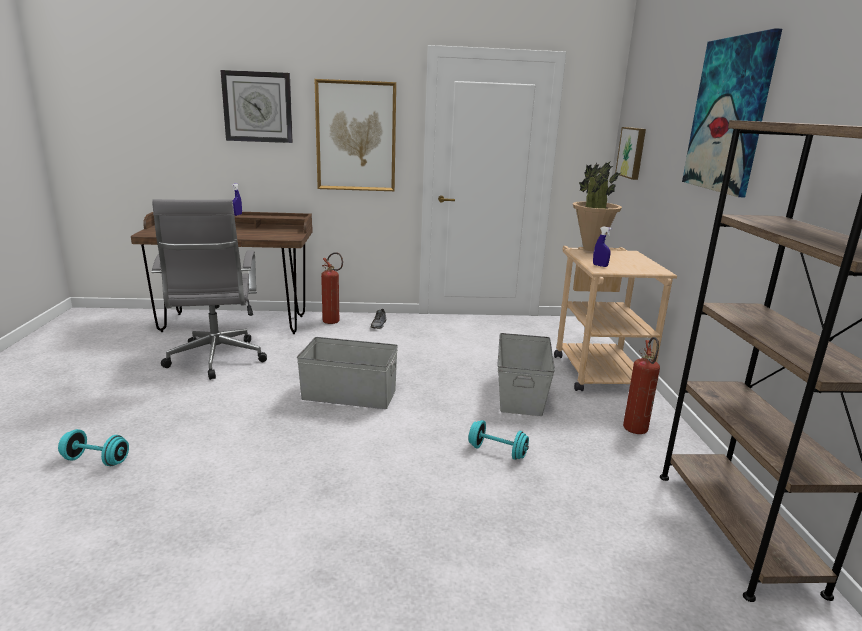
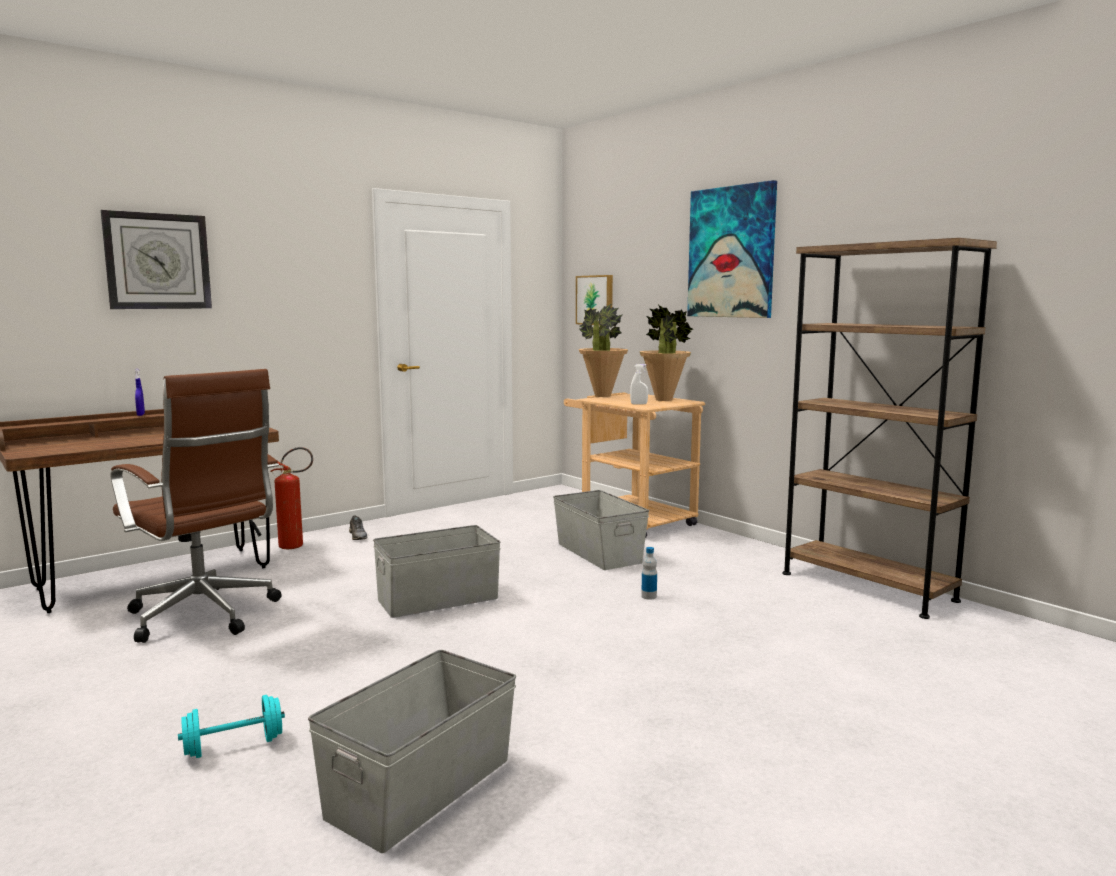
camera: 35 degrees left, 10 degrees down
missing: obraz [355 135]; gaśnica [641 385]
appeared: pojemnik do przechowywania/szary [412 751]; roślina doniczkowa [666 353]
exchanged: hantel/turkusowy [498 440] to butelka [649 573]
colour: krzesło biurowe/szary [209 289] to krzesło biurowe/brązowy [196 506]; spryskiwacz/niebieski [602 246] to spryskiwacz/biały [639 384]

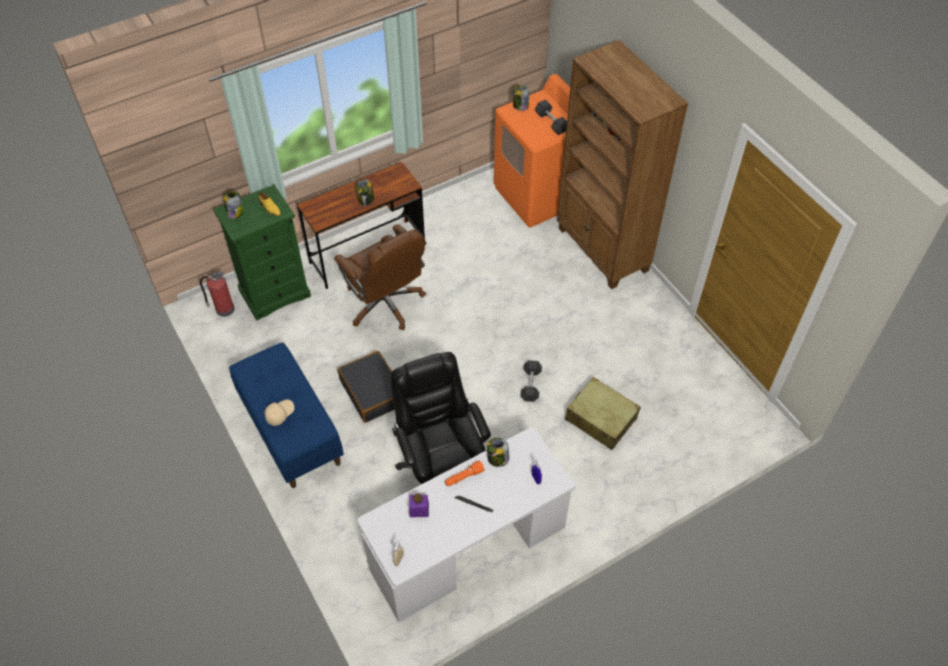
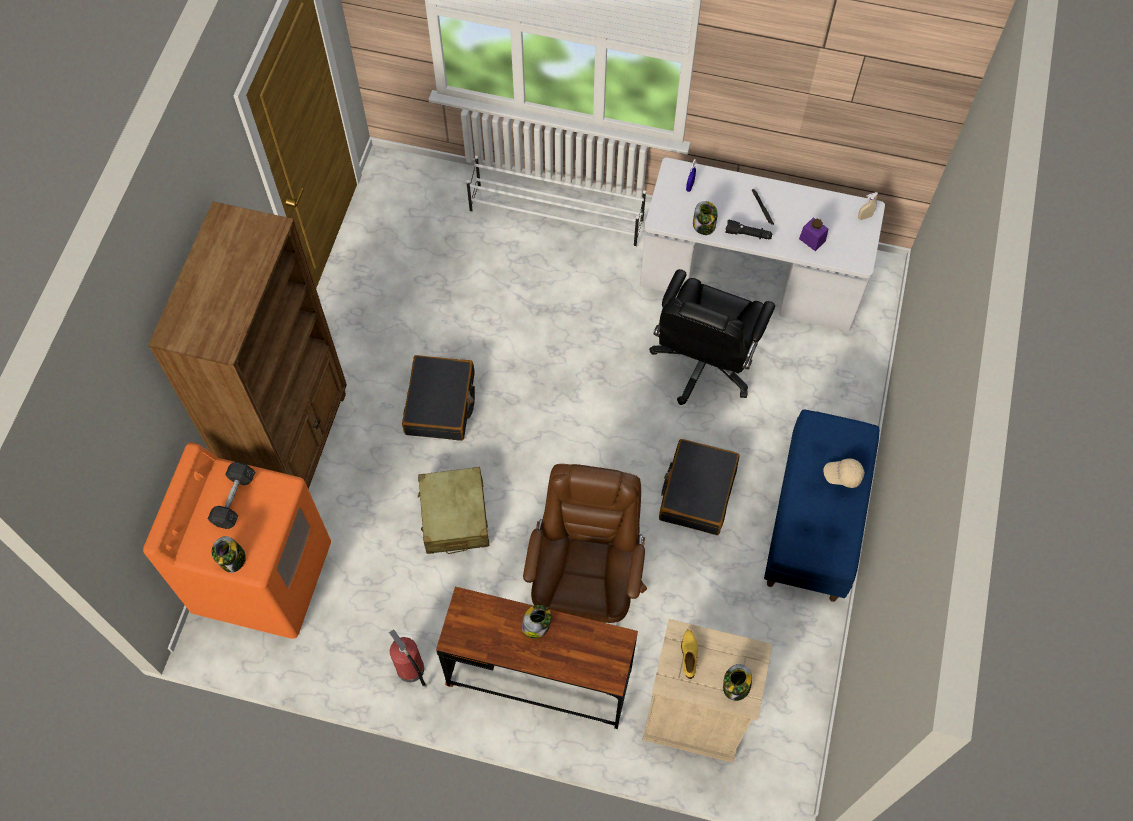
camera: 135 degrees left, 10 degrees up
missing: hantel/szary [531 381]
appeared: walizka/czarny [438 398]; regał na buty/biały [556 202]
relocated: gaśnica [217 294] to [408 659]; walizka/beżowy [603 413] to [453 510]
colour: komoda/zielony [262 252] to komoda/beżowy [707 691]; latarka/pomarańczowy [465 473] to latarka/czarny [749 230]

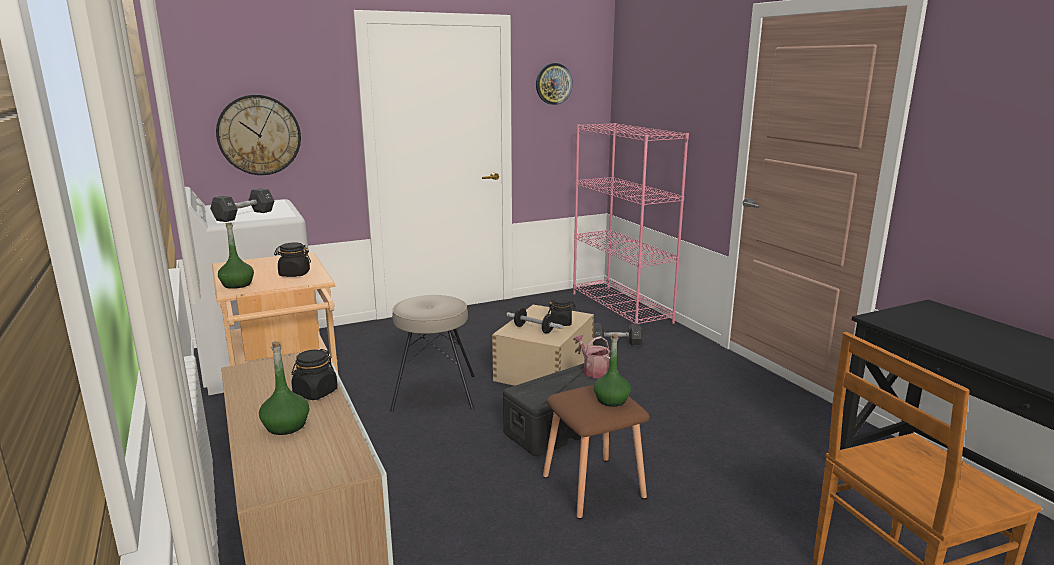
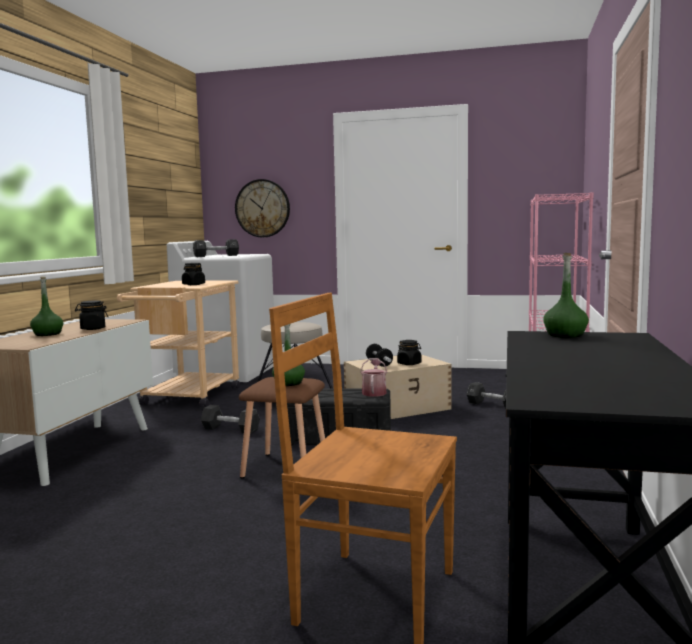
camera: 40 degrees right, 10 degrees down
missing: zegar ścienny [554 84]
appeared: hantel/czarny [230 419]
relocated: butelka/zielony [236 256] to [566 295]

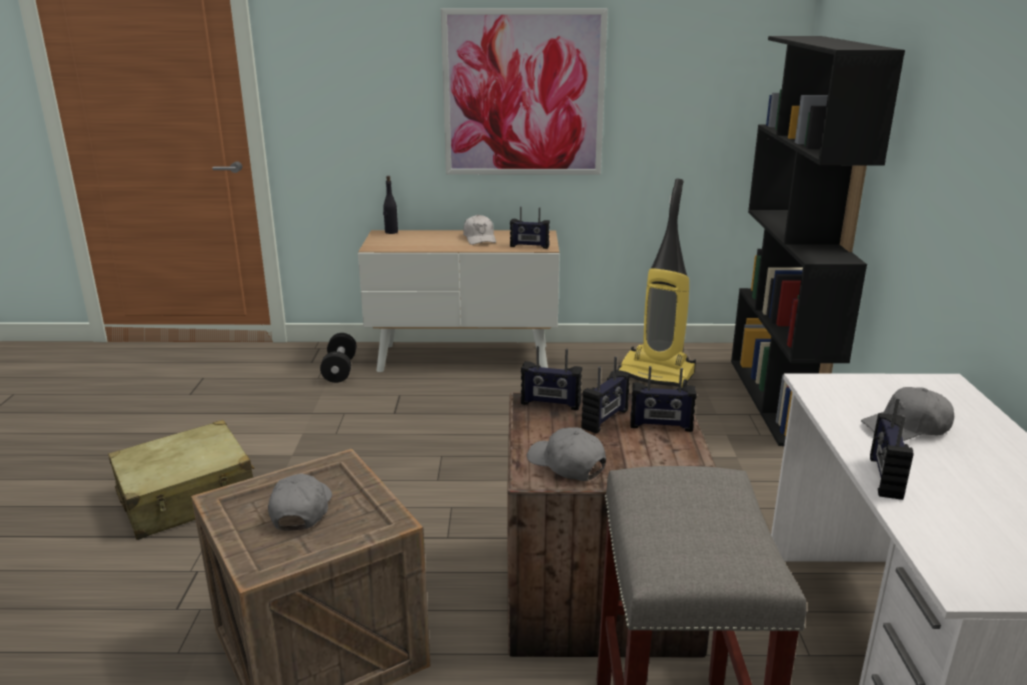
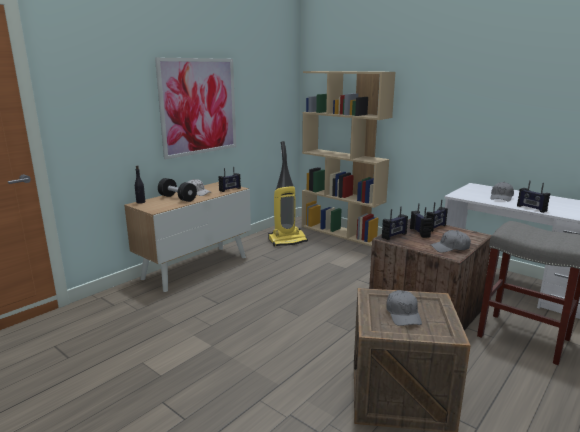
camera: 50 degrees left, 5 degrees down
missing: walizka/beżowy [181 480]
relocated: hantel/czarny [338 358] to [177 190]
colour: regał/czarny [818 241] to regał/beżowy [349 159]
spun: czapka z daszkiem/szary [300 502] = [404 308] 135 degrees counterclockwise

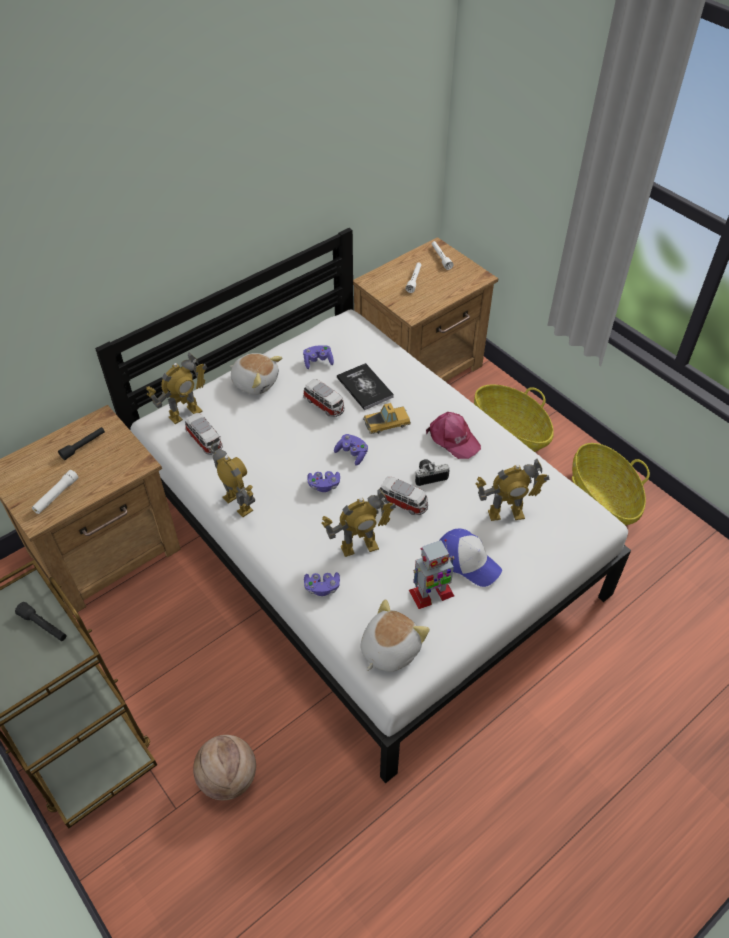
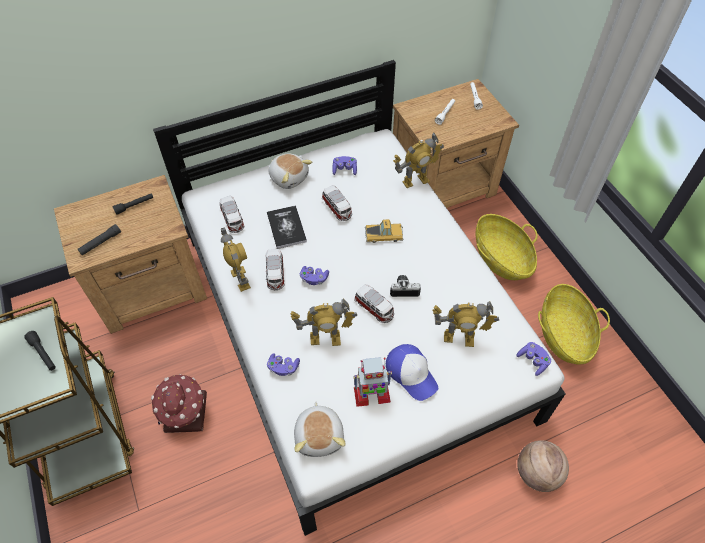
camera: 15 degrees right, 5 degrees up
missing: czapka z daszkiem/różowy [453 435]
appeared: domek [179 403]; samochodzik [275 269]
relocated: książka [365 386] to [287 227]; robot zabawkowy [176 388] to [418 160]; pad do gier/fioletowy [351 450] to [533 359]; piłka do koszykówki [224 767] to [543 466]
colour: latarka/biały [55 492] to latarka/czarny [99 240]
spun: pluszak [395 635] = [320 429] 120 degrees clockwise

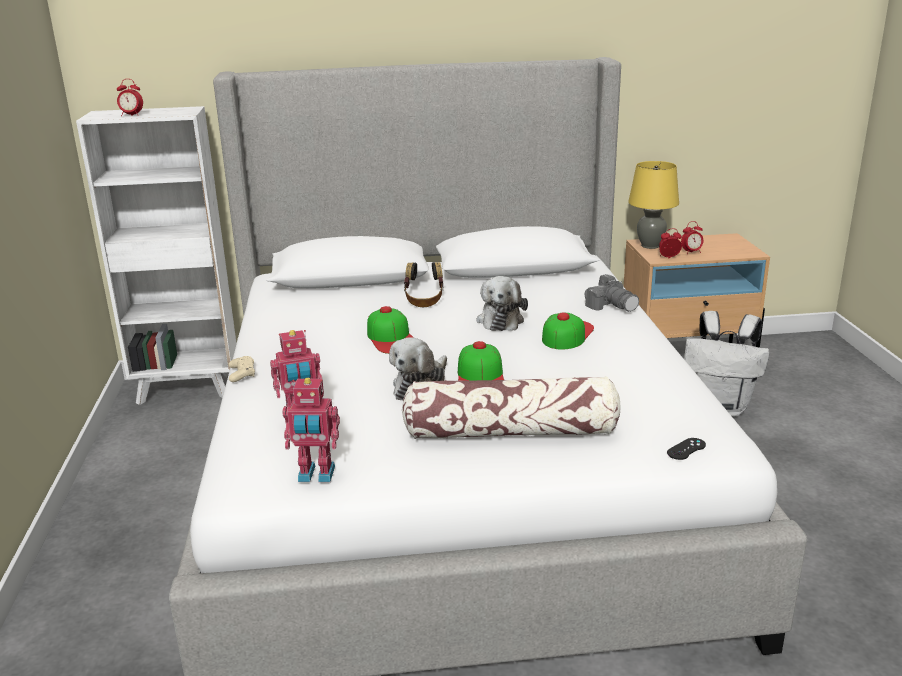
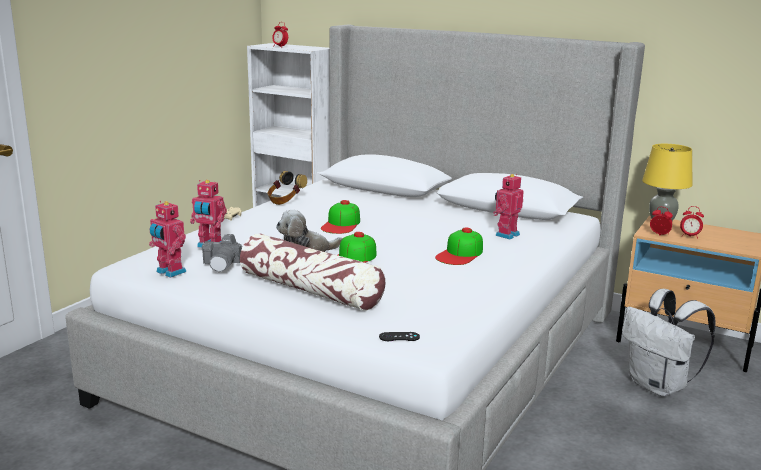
camera: 35 degrees right, 5 degrees down
missing: pluszak [502 303]
appeared: robot zabawkowy [508 206]
relocated: aparat fotograficzny [611 293] to [222 253]; słuchawki [423 284] to [287 188]
spun: czapka z daszkiem [568 331] = [459 246] 150 degrees clockwise

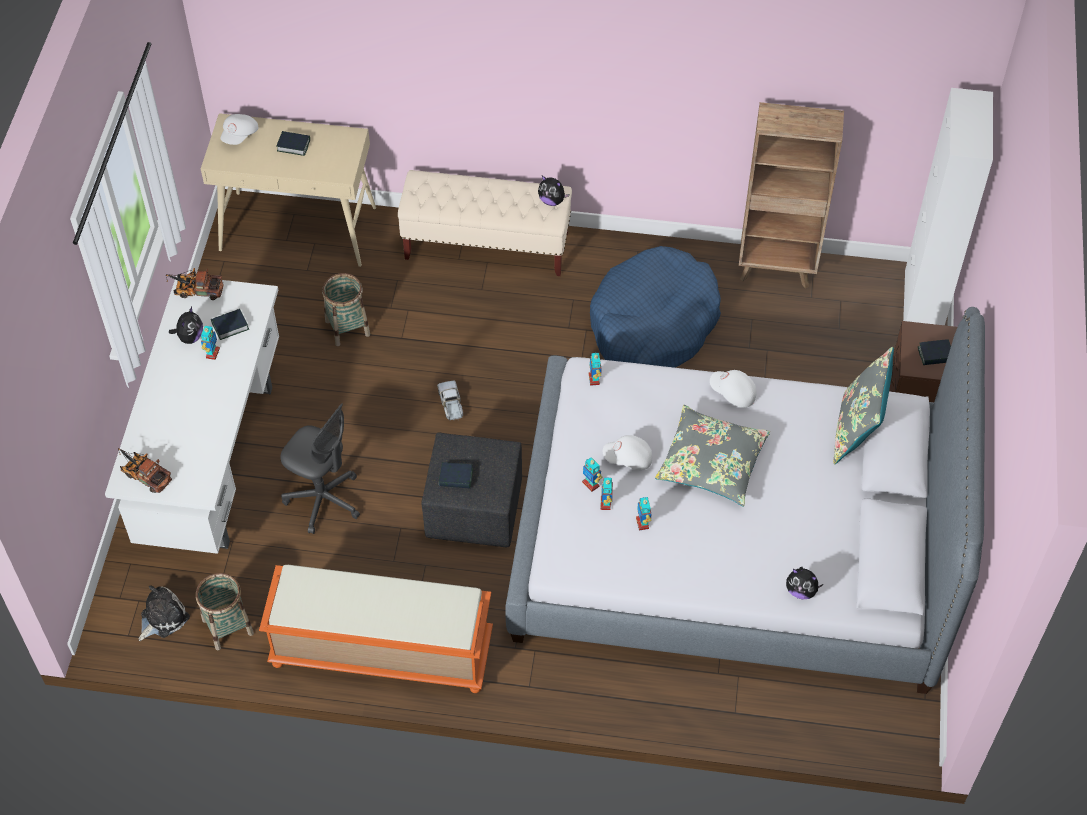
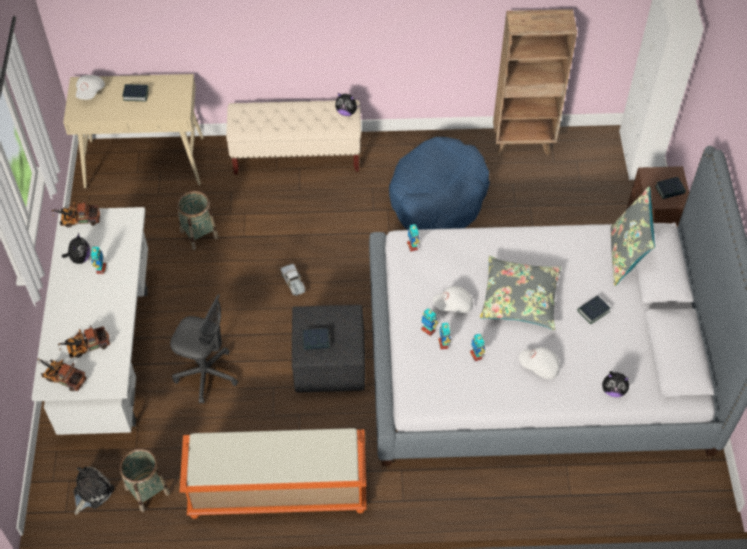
camera: 10 degrees left, 0 degrees up
appeared: ciężarówka zabawkowa [84 341]
relocated: czapka z daszkiem/biały [733 389] to [539 363]; książka [230 324] to [594 310]

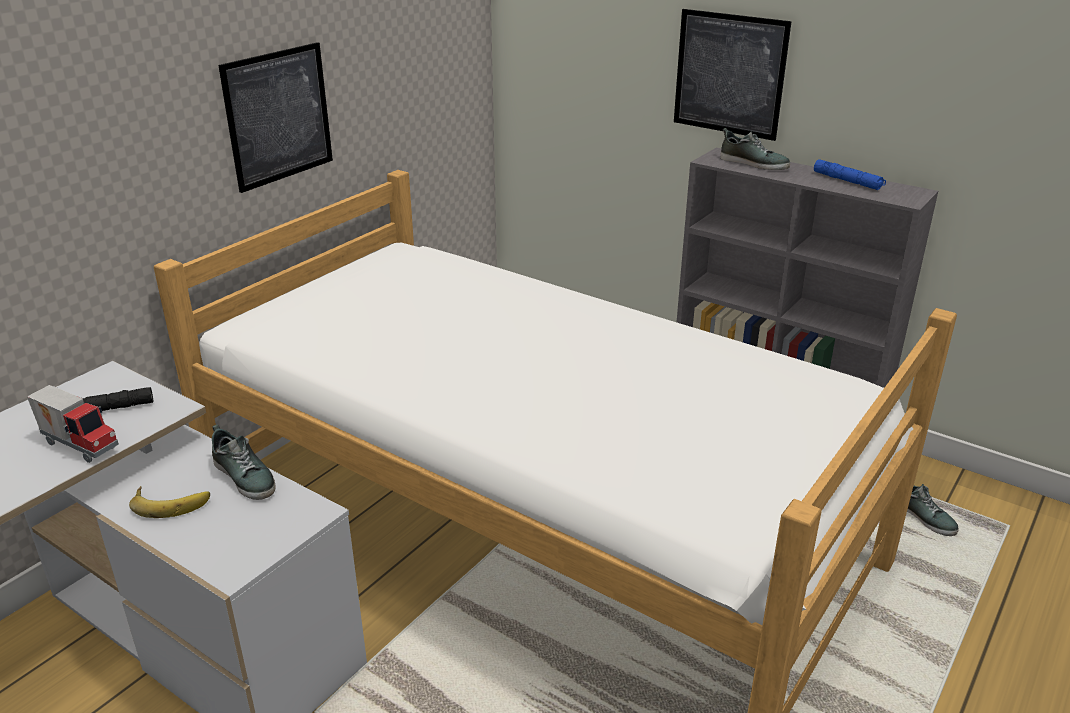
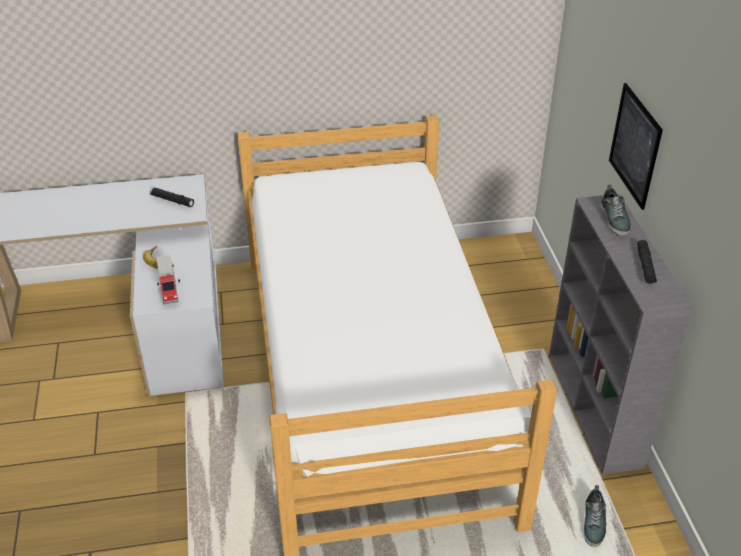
camera: 45 degrees right, 10 degrees up
missing: but [244 462]; obraz [275 117]
relocated: ciężarówka zabawkowa [73 424] to [168 280]
colour: latarka/niebieski [850 174] to latarka/czarny [647 262]

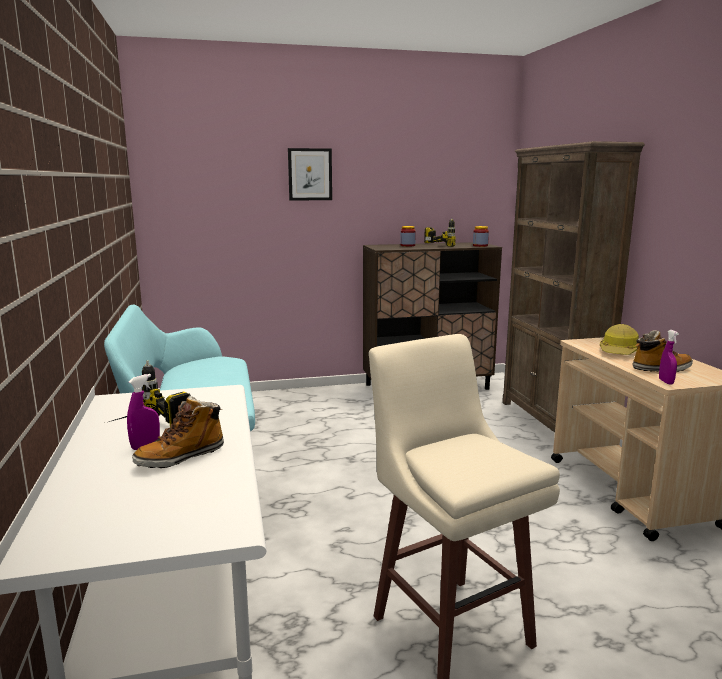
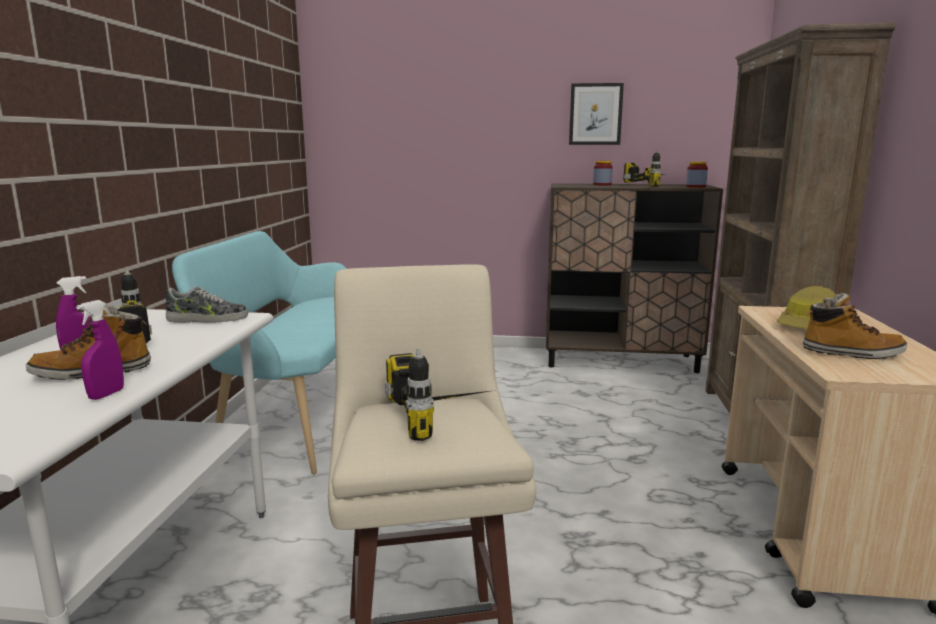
camera: 20 degrees right, 0 degrees up
appeared: but [207 305]; wiertarka [437 394]
relocated: spryskiwacz/fioletowy [669 357] to [100 350]; obraz [310 174] to [596 114]

